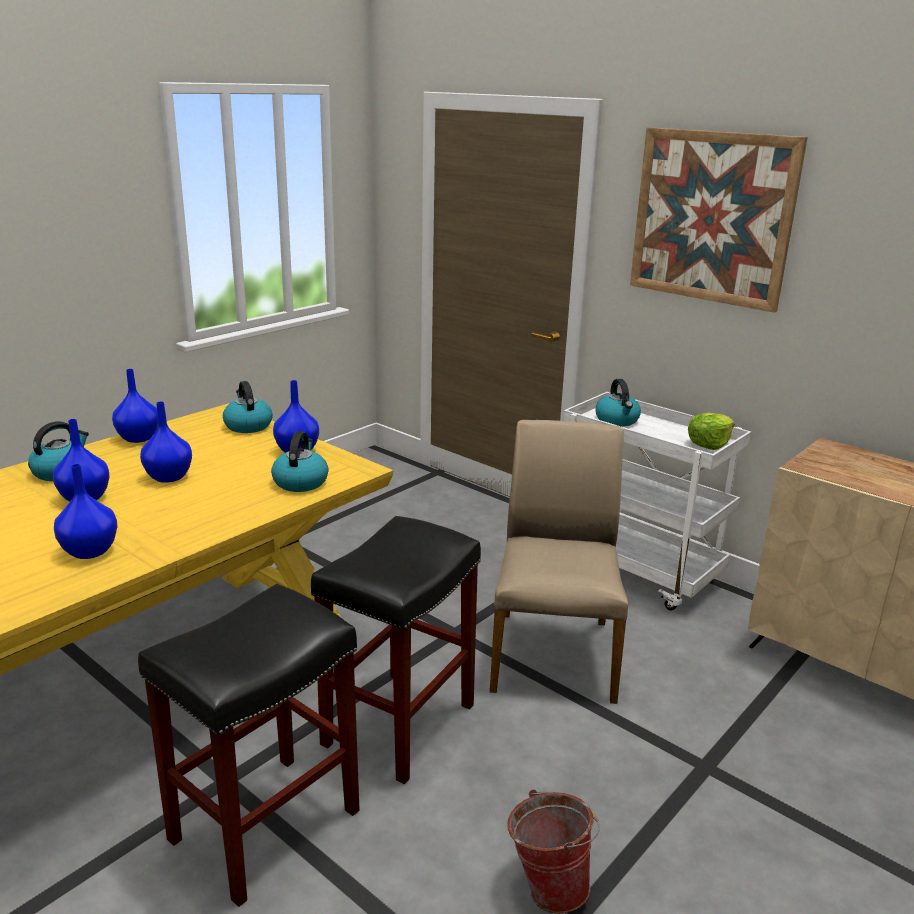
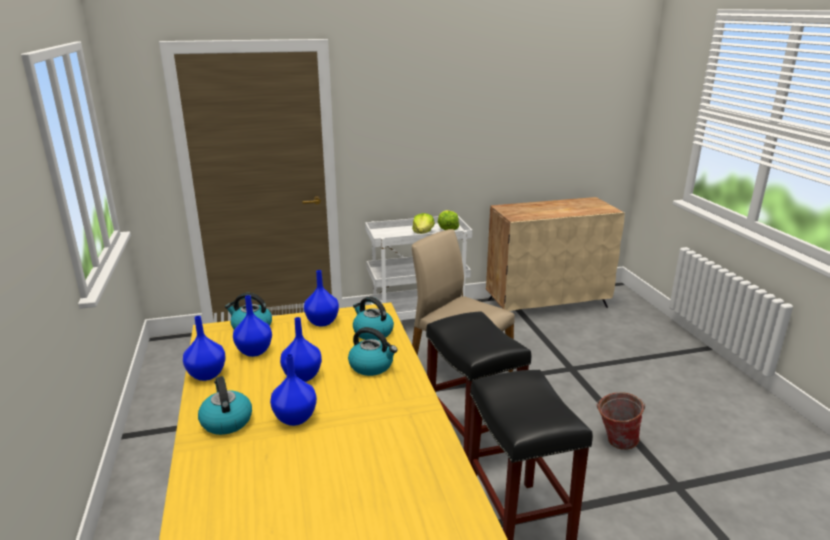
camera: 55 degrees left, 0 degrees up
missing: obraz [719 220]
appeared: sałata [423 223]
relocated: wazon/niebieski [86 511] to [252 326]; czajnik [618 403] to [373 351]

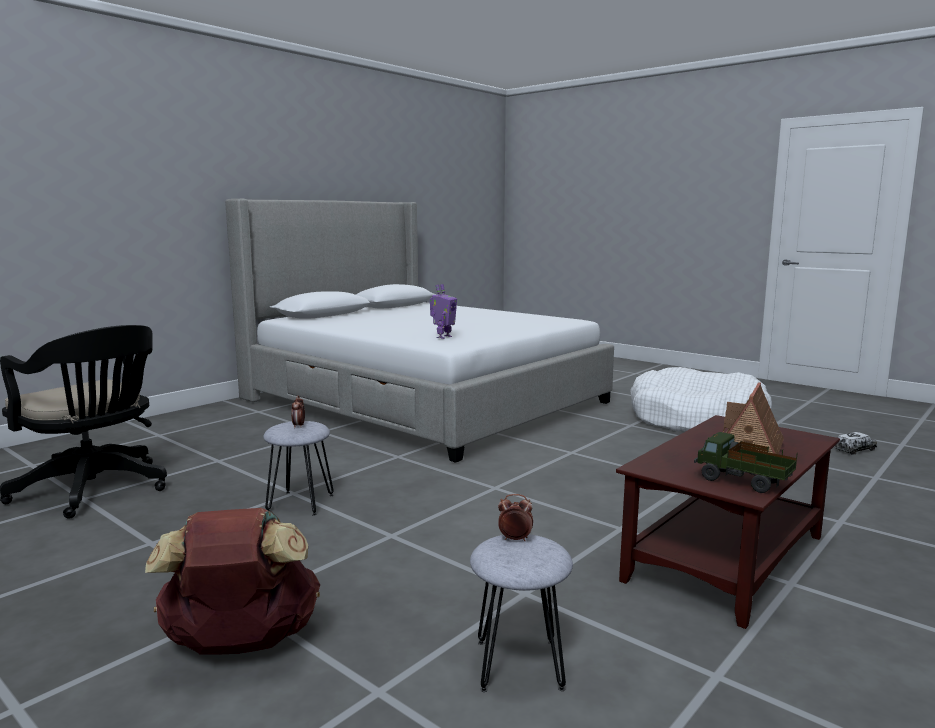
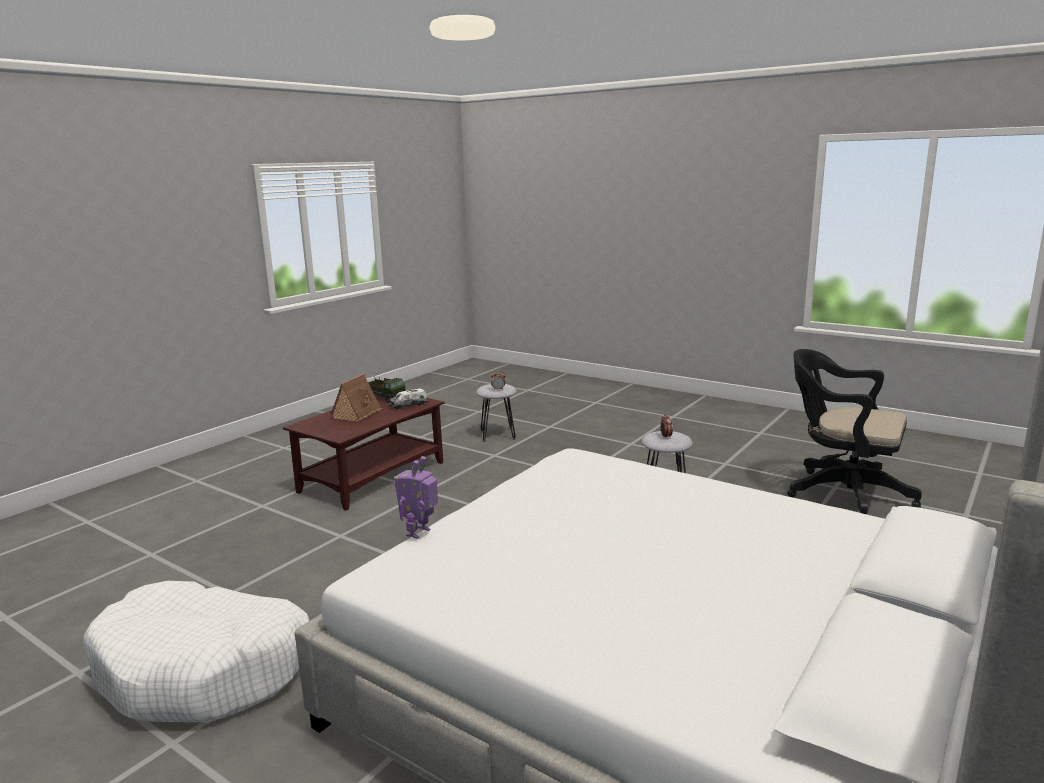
camera: 175 degrees right, 5 degrees up
missing: plecak/brązowy [232 581]
relocated: ciężarówka zabawkowa [855 443] to [408 399]; robot zabawkowy [443 311] to [416 497]

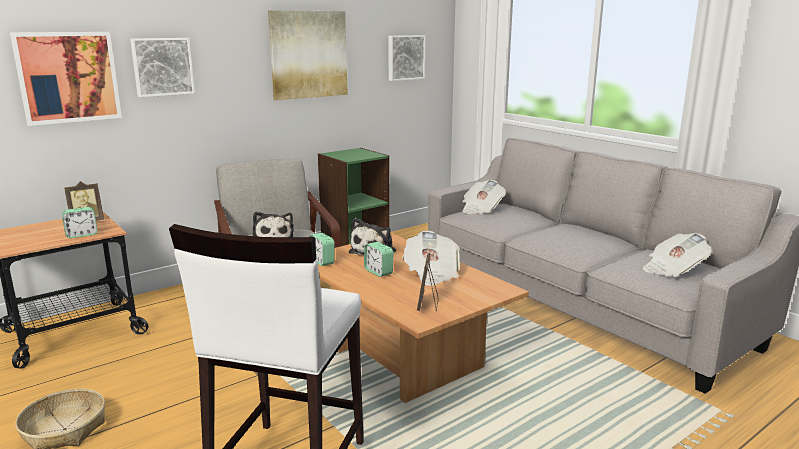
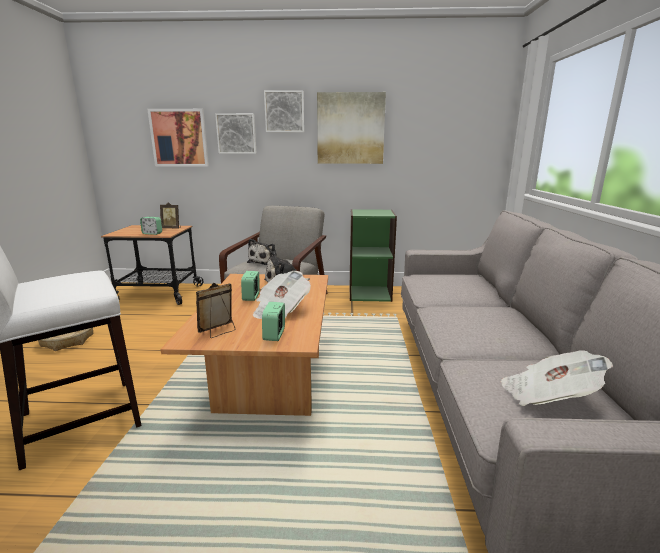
camera: 40 degrees right, 0 degrees up
missing: gazeta [484 197]
relocated: budzik [322 249] to [273 321]; obraz [406 58] to [284 111]

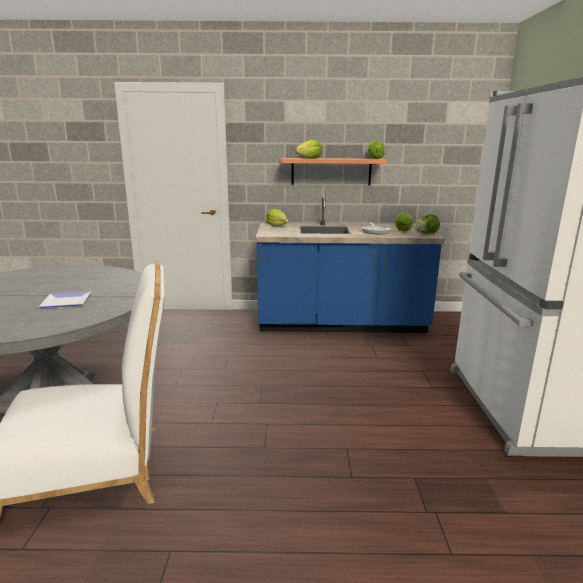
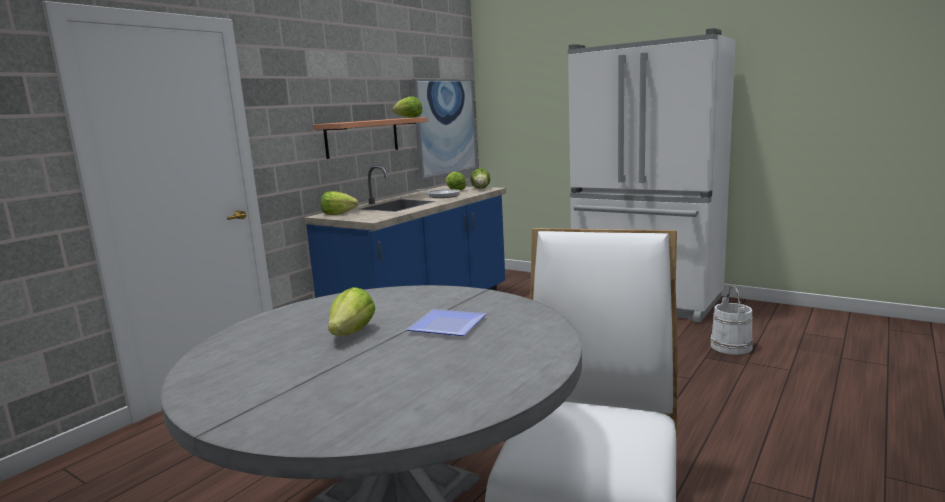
camera: 55 degrees left, 5 degrees down
appeared: obraz [444 129]; wiadro/biały [732 320]
relocated: sałata [308 149] to [351 311]

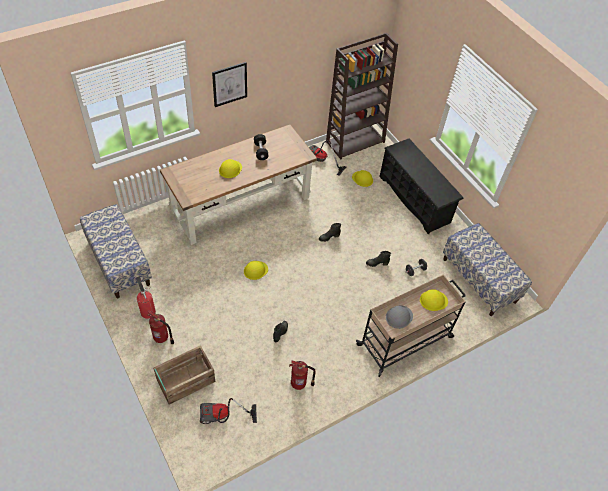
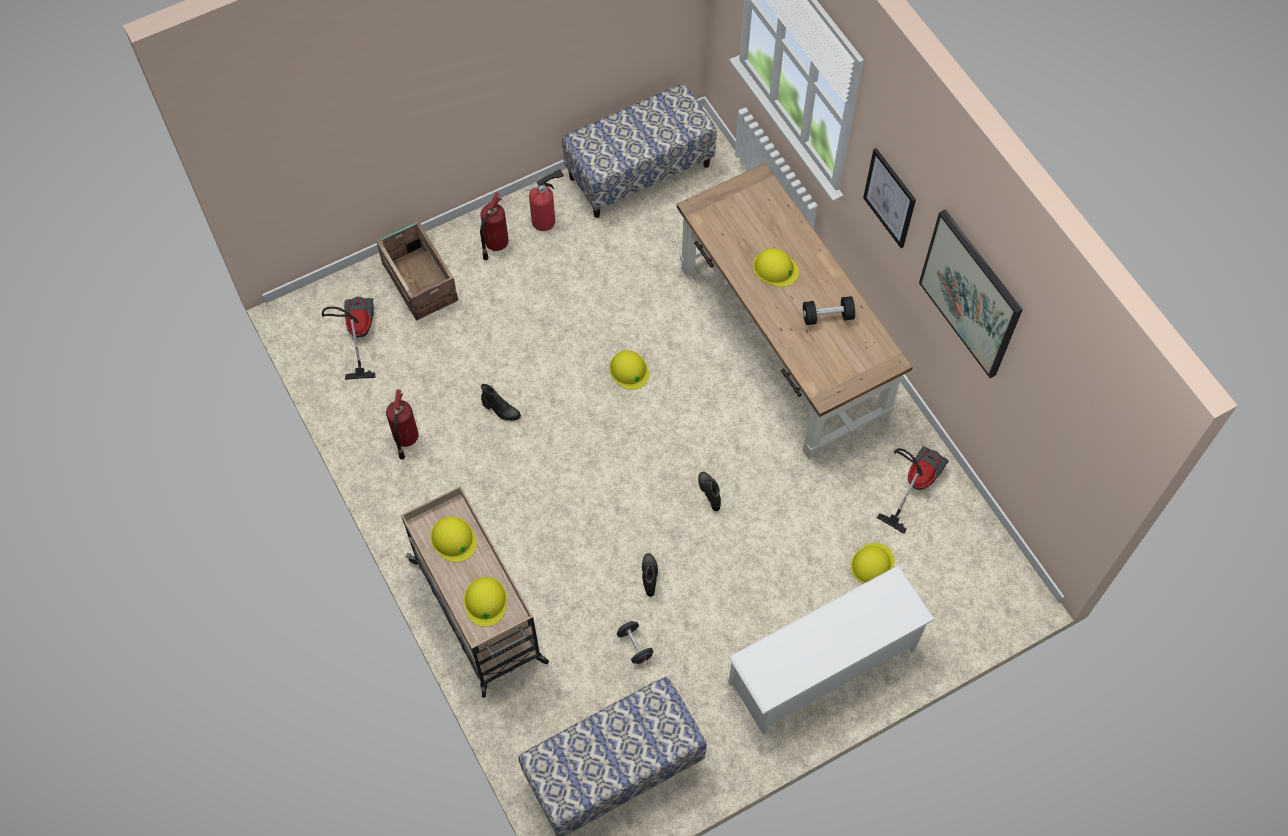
camera: 95 degrees right, 10 degrees up
missing: regał/brązowy [362 96]
appeared: obraz [971 294]
colour: kask/szary [399 317] to kask/żółty [453 539]; regał na buty/czarny [421 186] to regał na buty/biały [831 650]

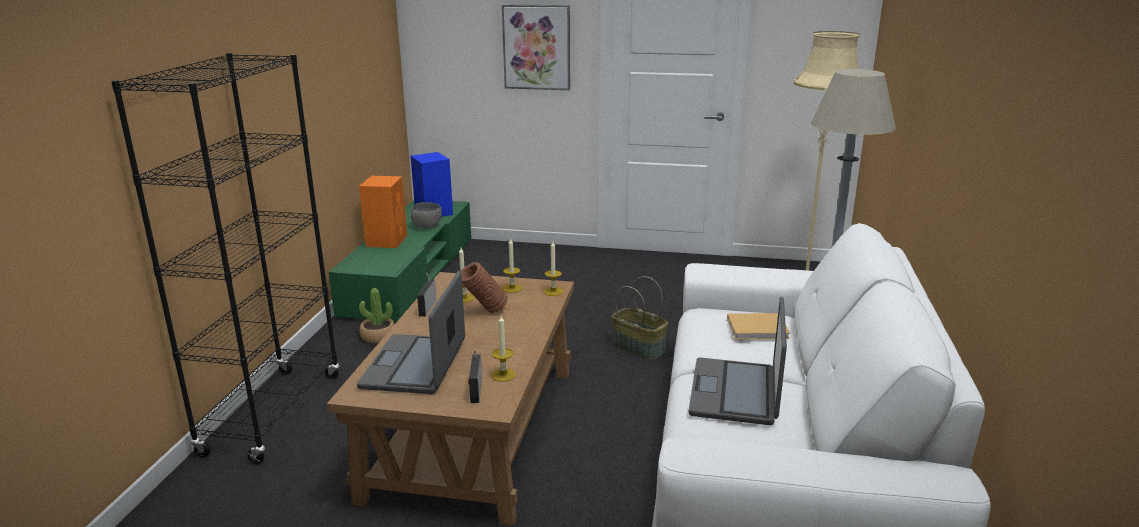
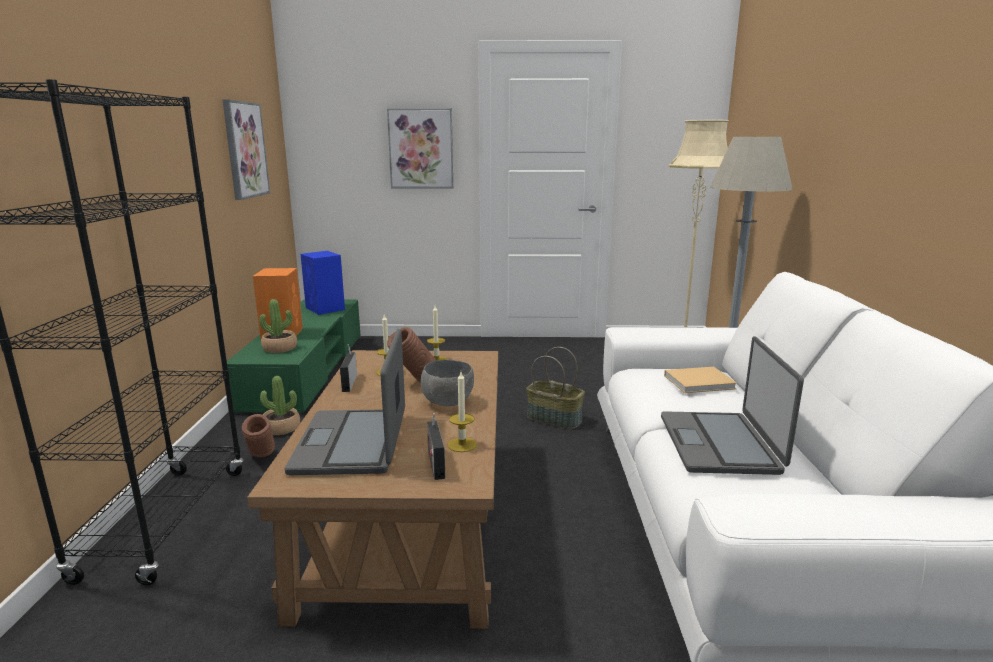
camera: 10 degrees left, 5 degrees down
missing: świeca [553 269]
appeared: obraz [246 149]; wazon/brązowy [258 435]; roślina doniczkowa [278 326]
relocated: miska/szary [426 215] to [447 383]

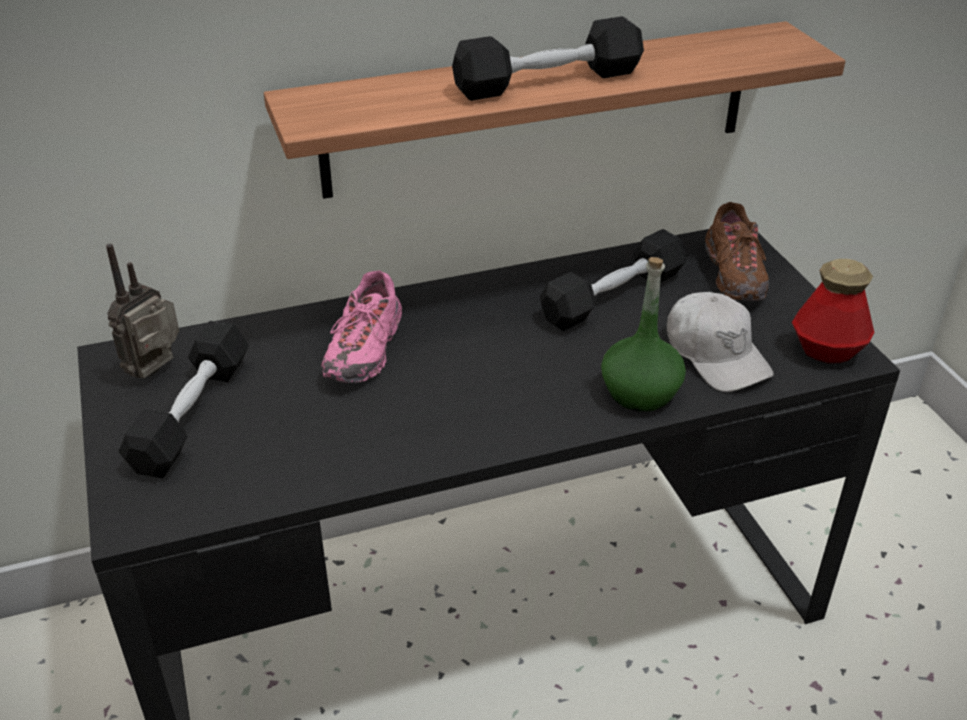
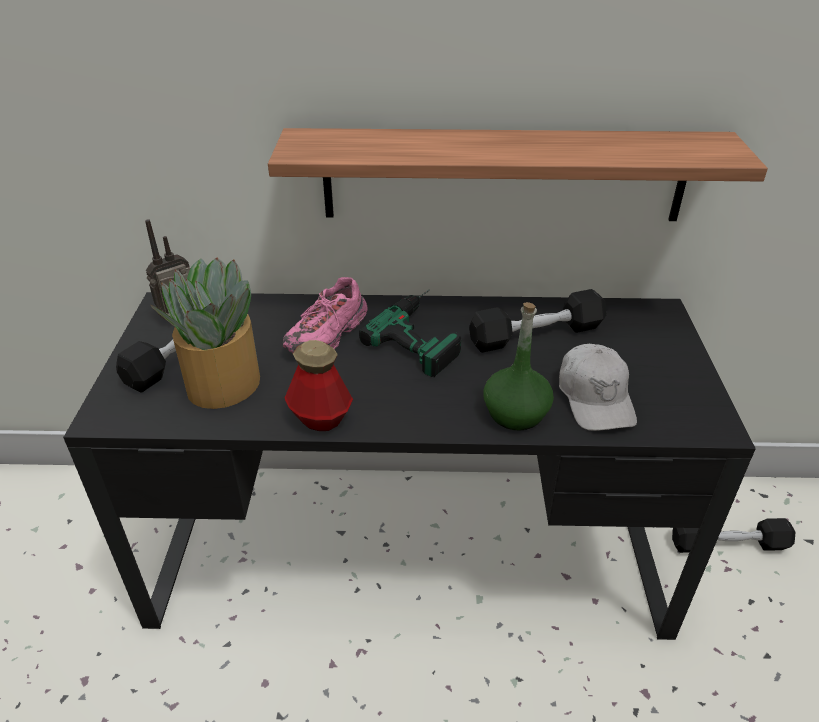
camera: 20 degrees right, 0 degrees up
missing: but/brązowy [737 251]
appeared: roślina doniczkowa [205 333]; wiertarka [410 333]
relocated: butelka [833 311] to [318 385]; hantel/czarny [548 58] to [734 535]

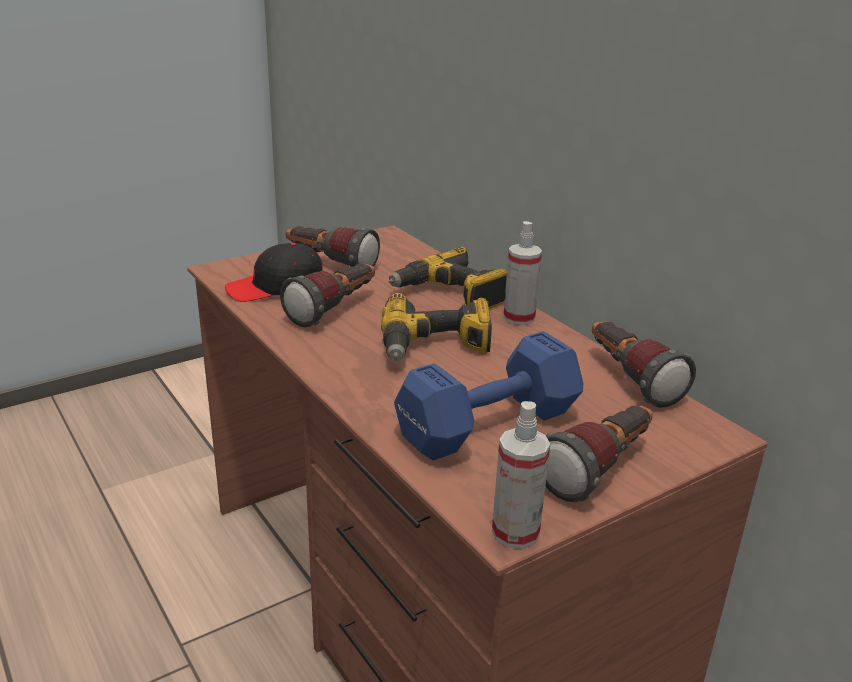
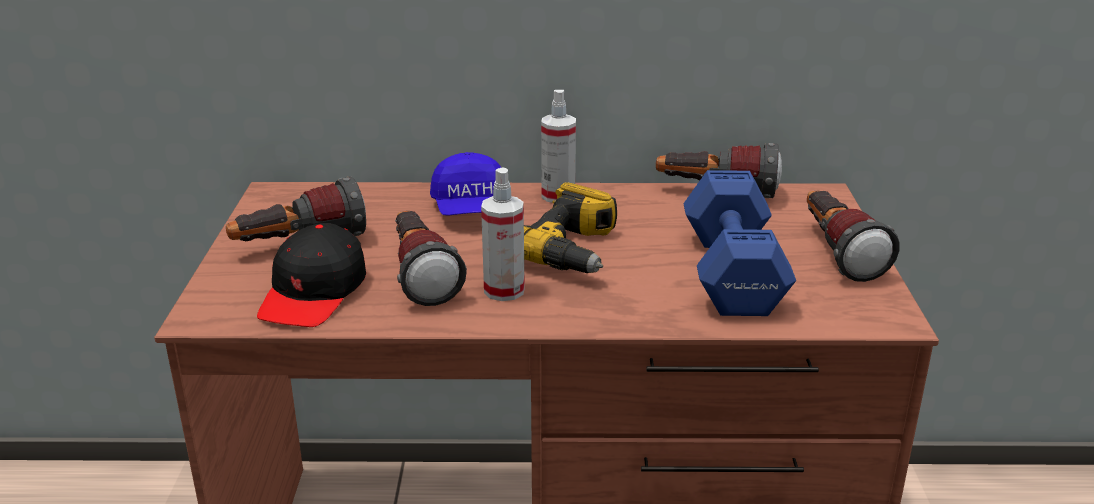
camera: 55 degrees left, 0 degrees up
relocated: spryskiwacz [521 475] to [503 234]
exchanged: wiertarka [447 278] to czapka z daszkiem/niebieski [465 184]

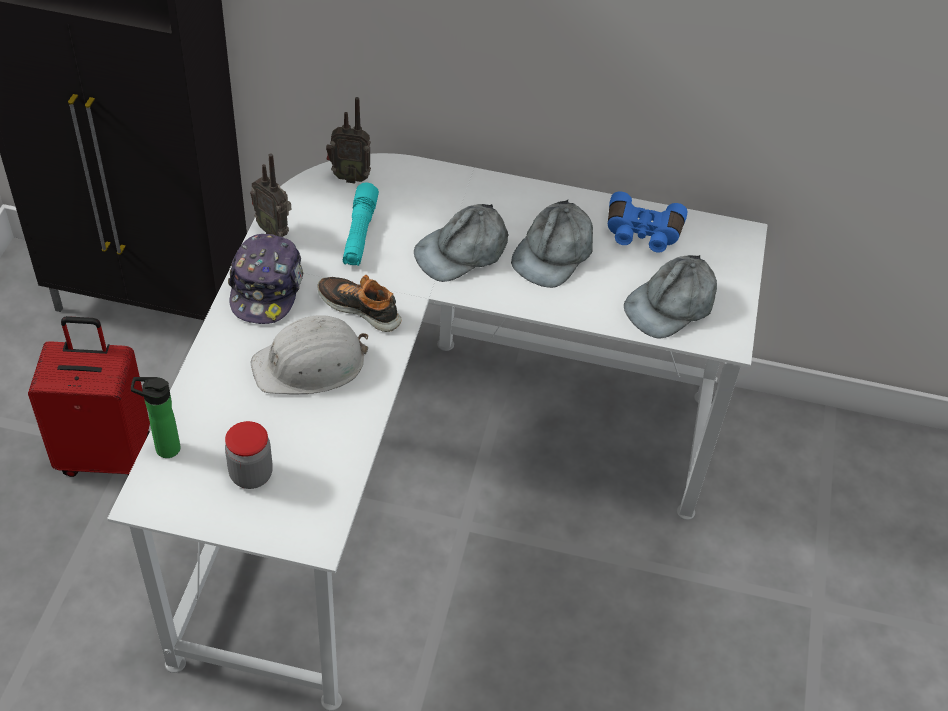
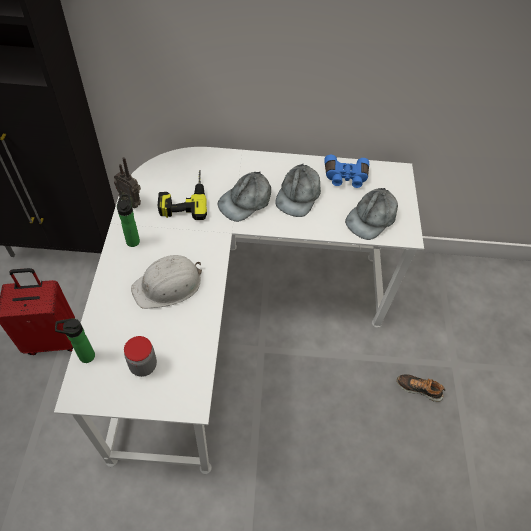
camera: 10 degrees left, 5 degrees up
missing: radio [348 140]
relocated: but [359 303] to [421 388]
exchanged: czapka z daszkiem [266 279] to butelka [128 220]; latarka/turkusowy [361 224] to wiertarka [182 195]

